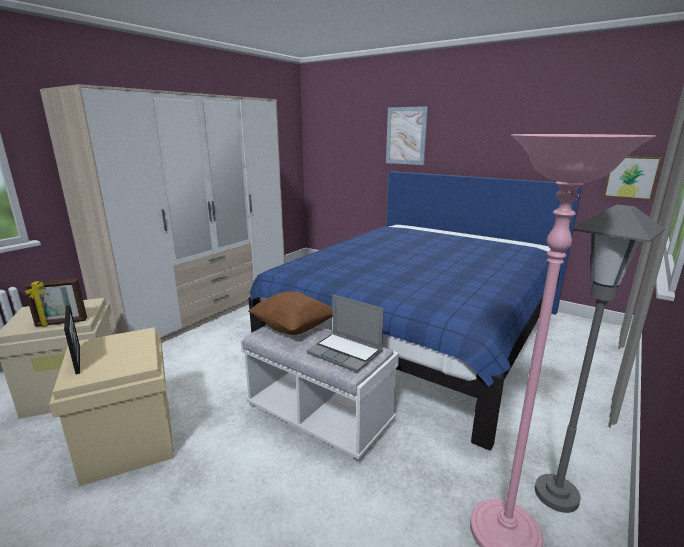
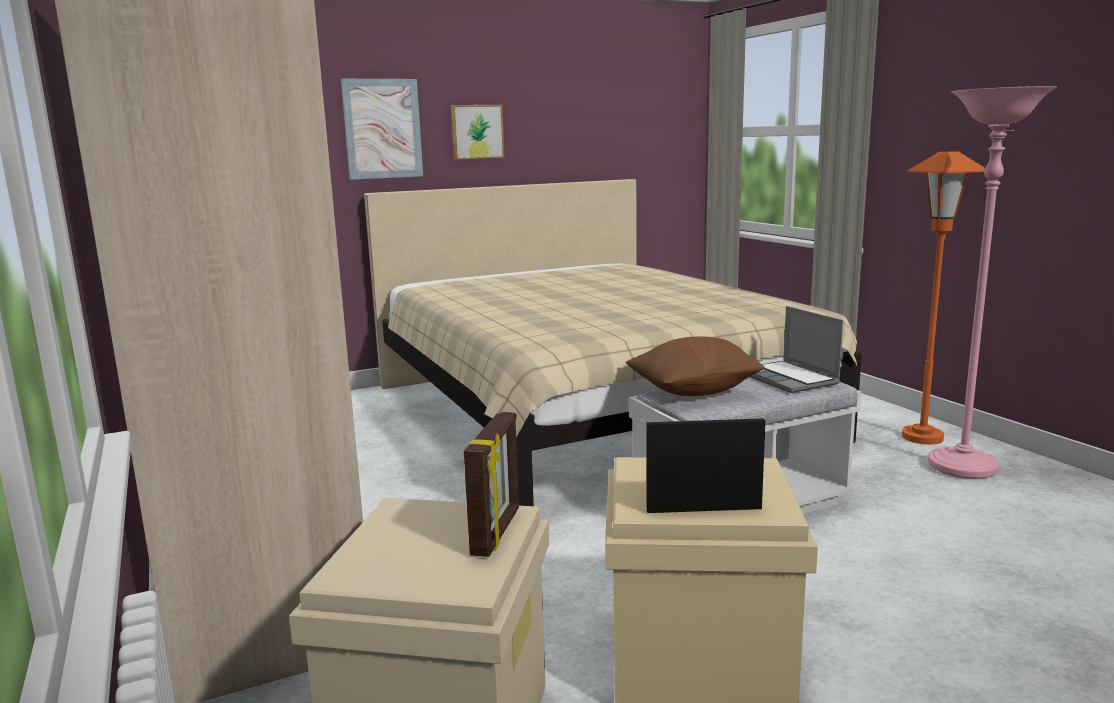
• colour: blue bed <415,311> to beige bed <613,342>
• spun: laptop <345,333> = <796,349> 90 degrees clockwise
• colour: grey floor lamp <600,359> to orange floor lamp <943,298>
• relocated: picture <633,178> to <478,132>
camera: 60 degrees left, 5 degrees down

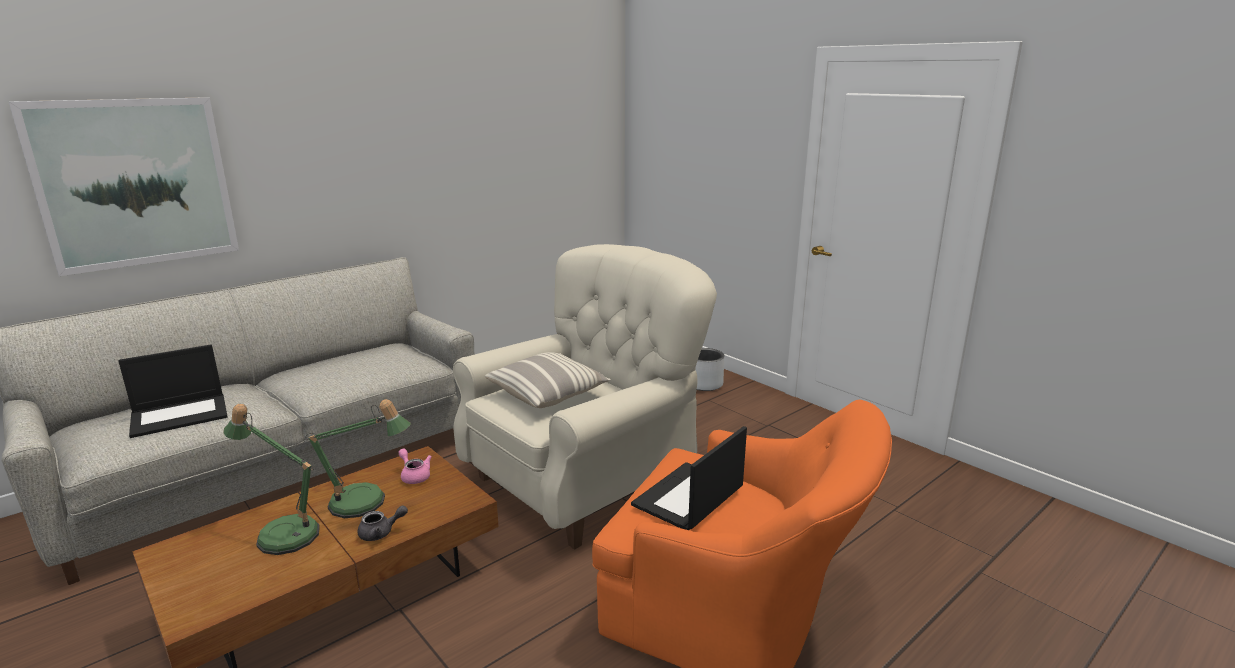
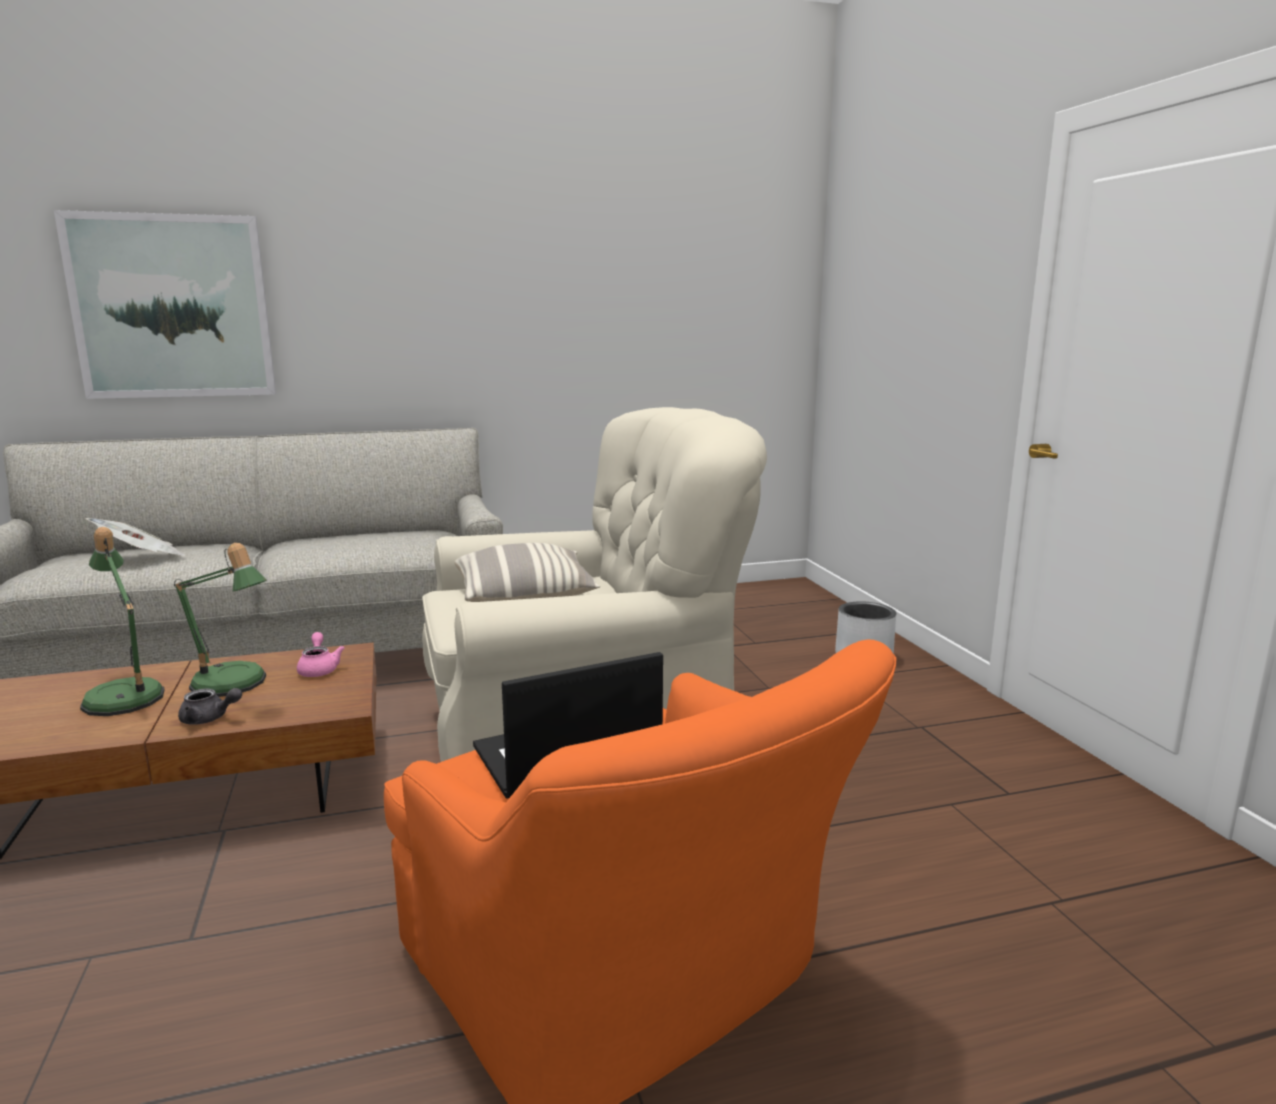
• exchanged: laptop <173,391> to newspaper <136,537>
camera: 25 degrees right, 5 degrees down

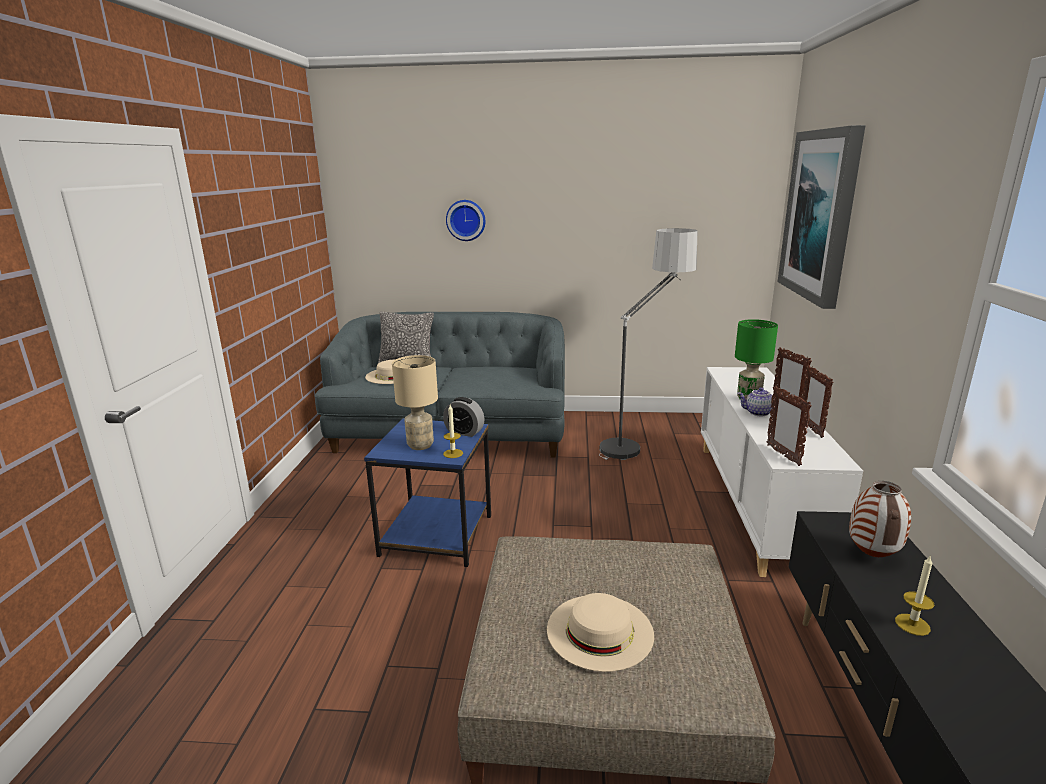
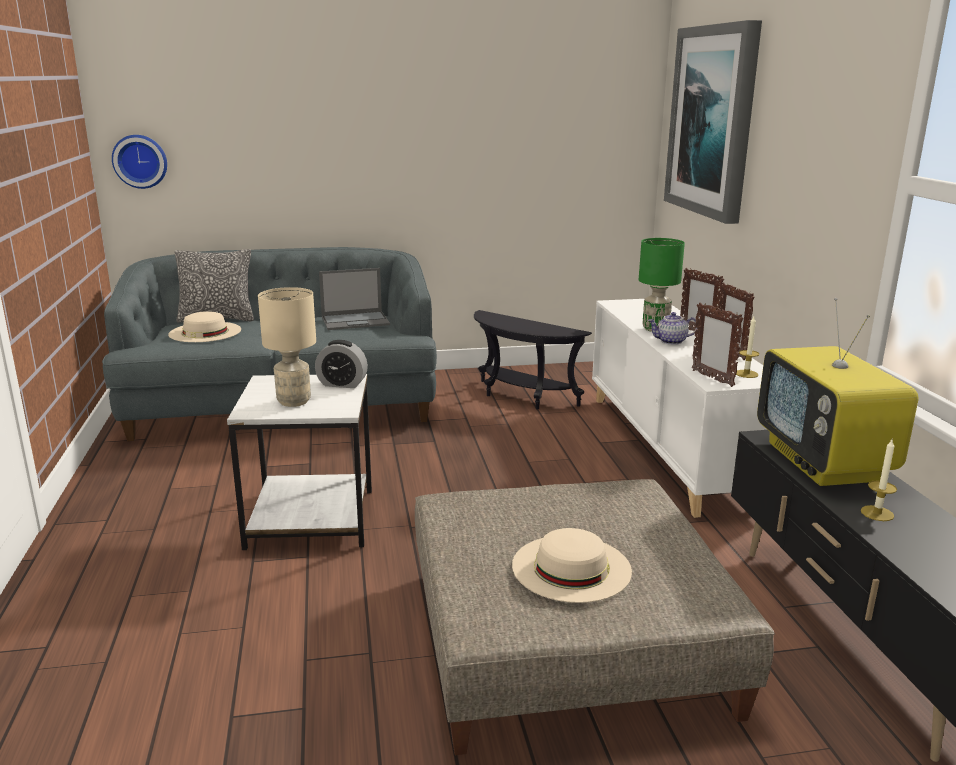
• colour: blue side table <427,492> to white side table <299,462>
• relocated: candle <453,431> to <747,347>
• relocated: wall clock <465,220> to <139,162>
• exchanged: floor lamp <648,344> to black side table <533,359>
• exchanged: vase <880,519> to television <838,392>
• appeared: laptop <354,299>
camera: 15 degrees left, 0 degrees up

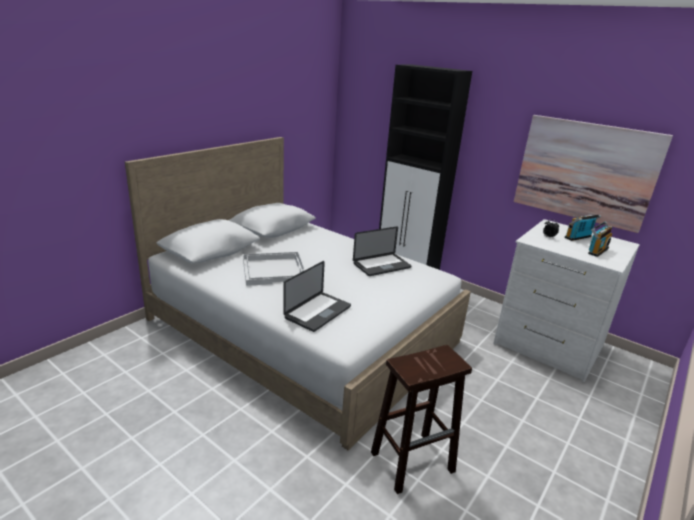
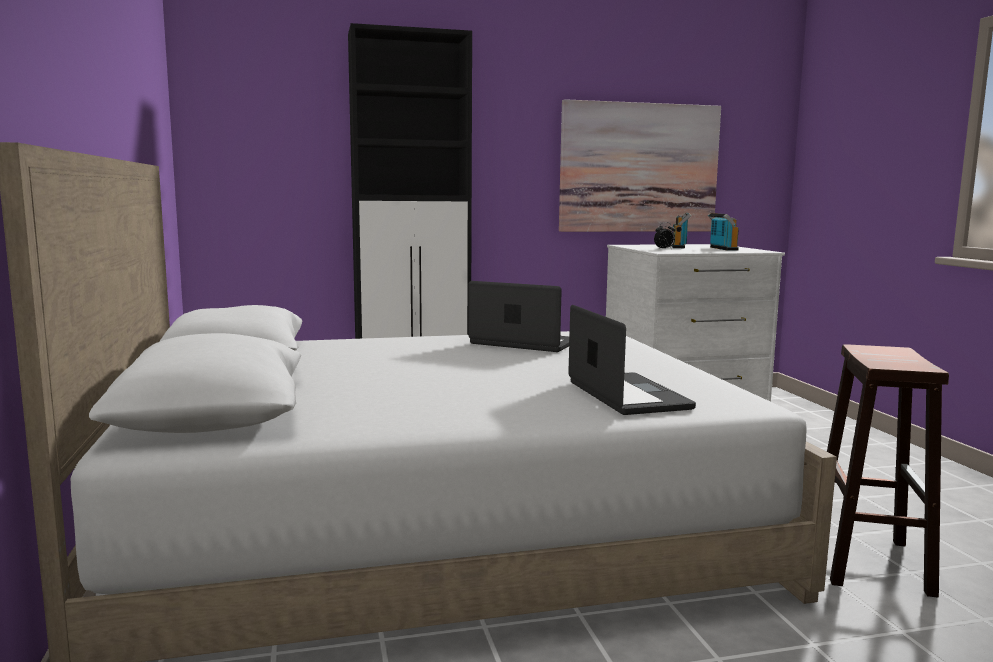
• missing: white tray <274,269>
• spun: laptop <382,251> = <518,316> 75 degrees counterclockwise
camera: 50 degrees left, 15 degrees down

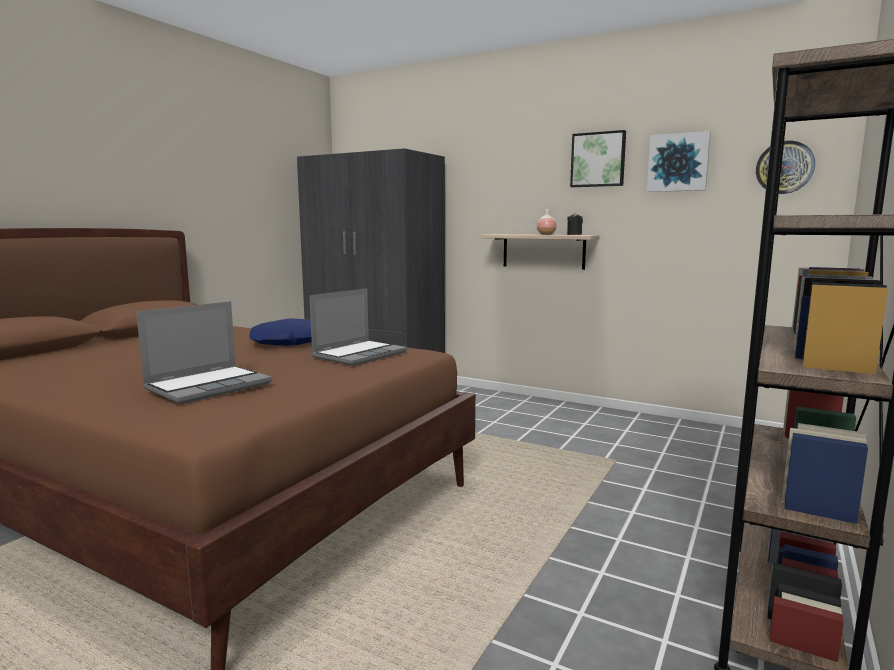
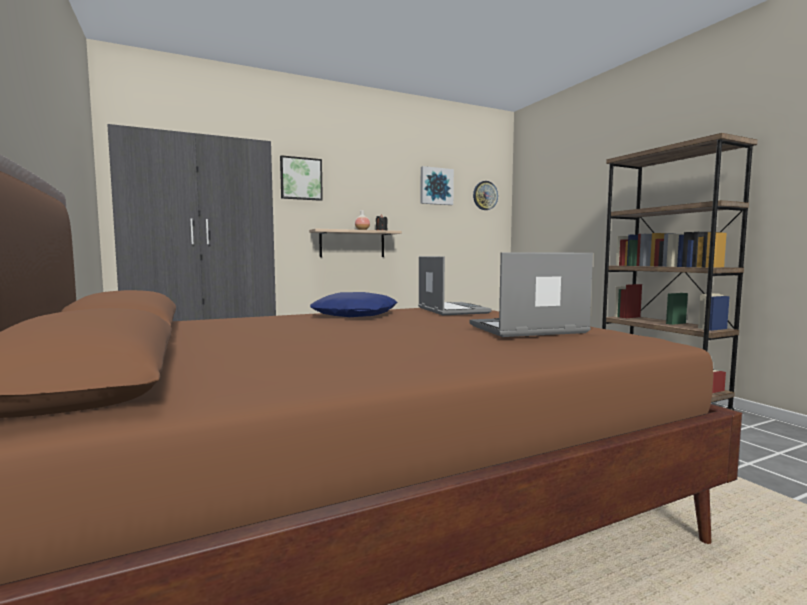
• spun: laptop <204,352> = <531,294> 90 degrees counterclockwise
• relocated: picture <598,158> to <301,178>
camera: 55 degrees left, 5 degrees down

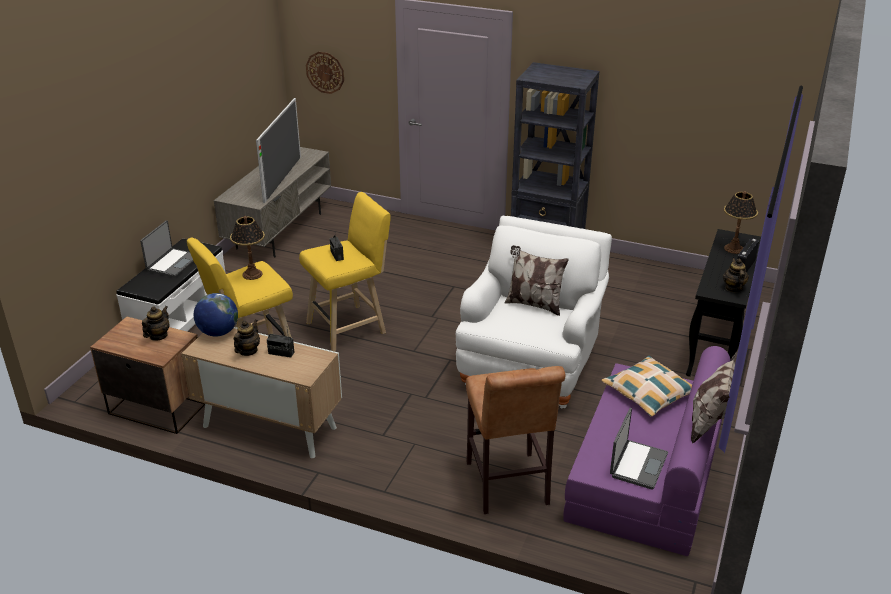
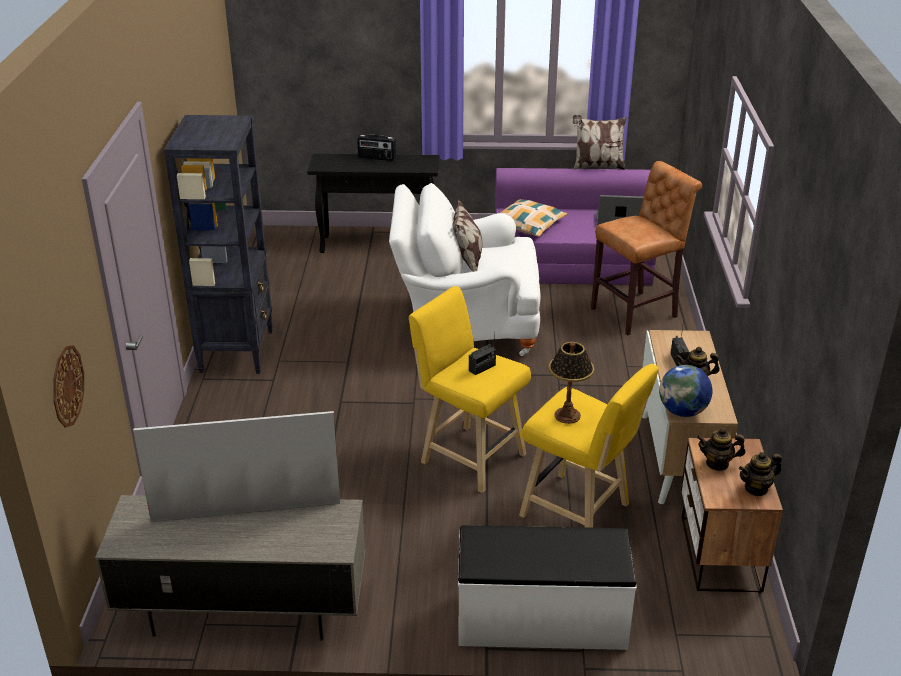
• missing: laptop <167,249>
• relocated: teapot <736,275> to <760,474>
• missing: table lamp <741,222>
camera: 110 degrees left, 0 degrees up

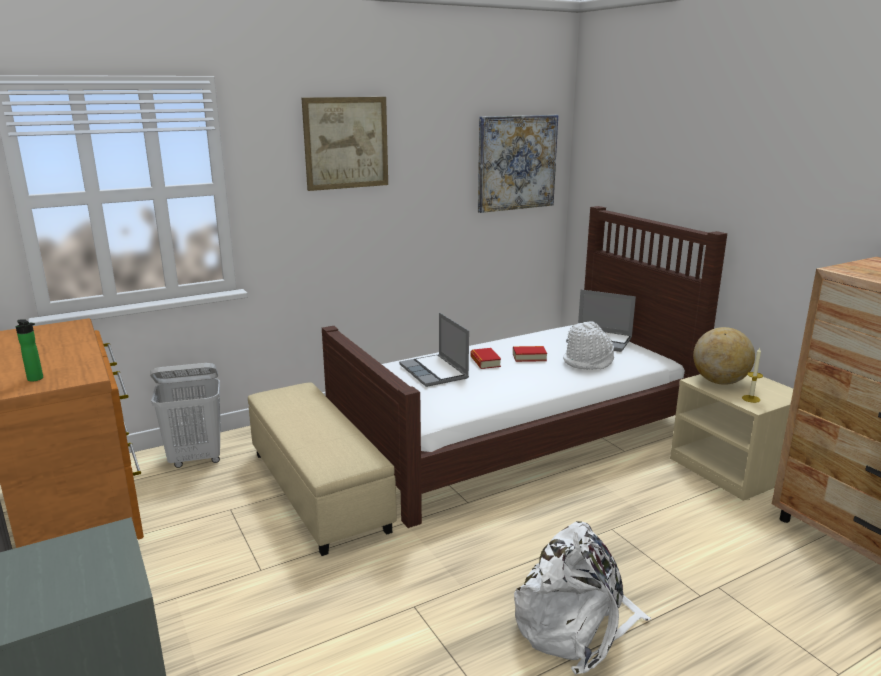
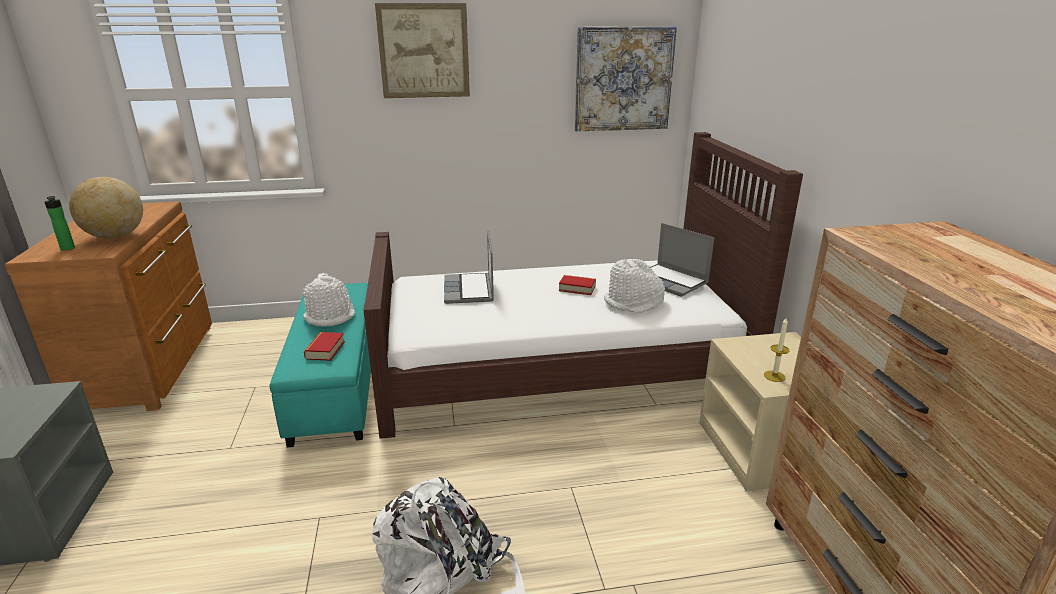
• missing: white laundry basket <185,415>
• colour: beige ottoman <322,469> to turquoise ottoman <320,365>
• relocated: book <485,358> to <324,346>
• relocated: globe <724,356> to <106,208>
• appeared: white hat <329,300>
camera: 20 degrees right, 5 degrees up

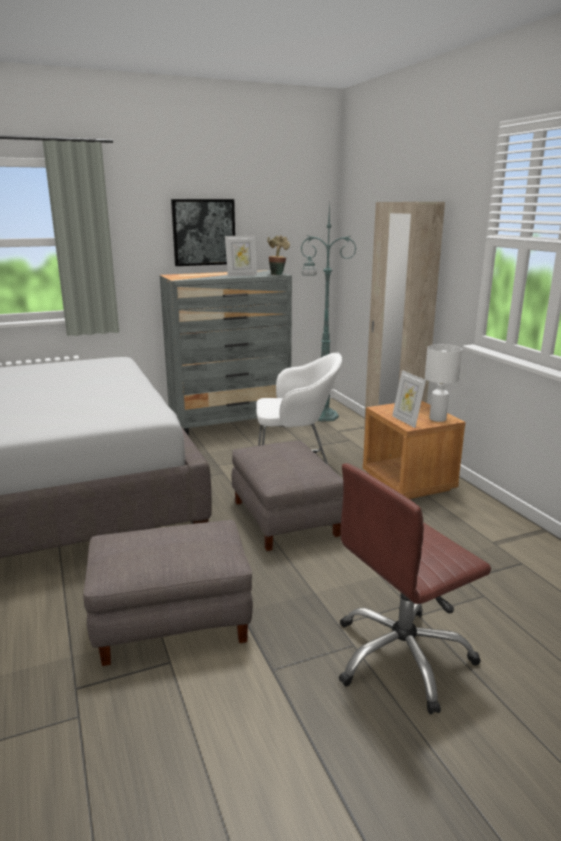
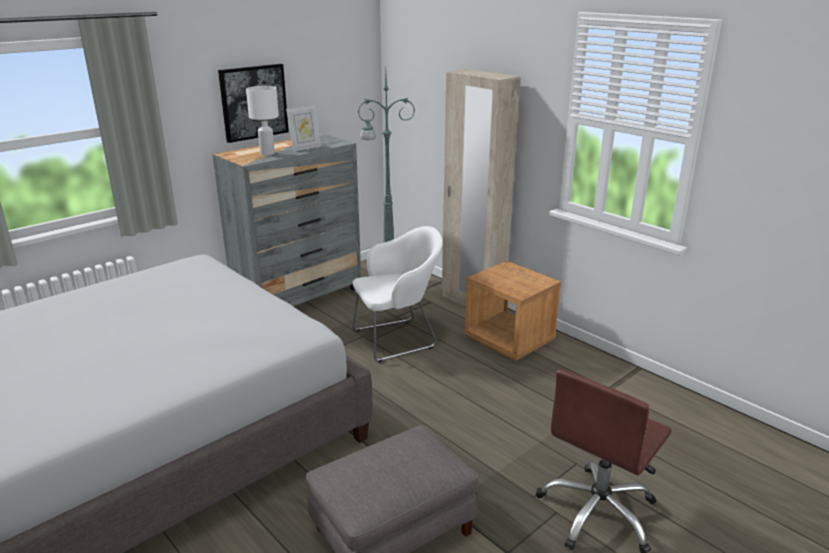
• missing: grey ottoman <287,496>
• missing: potted plant <278,255>
• missing: picture frame <409,399>
• relocated: white table lamp <443,383> to <262,121>
camera: 20 degrees left, 5 degrees up

